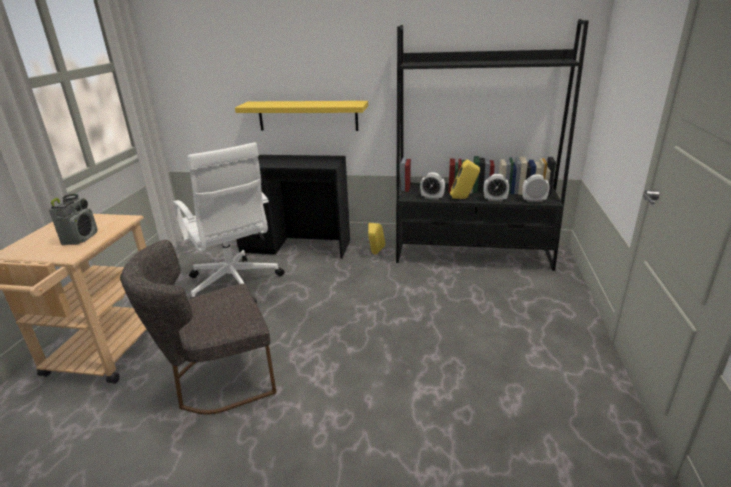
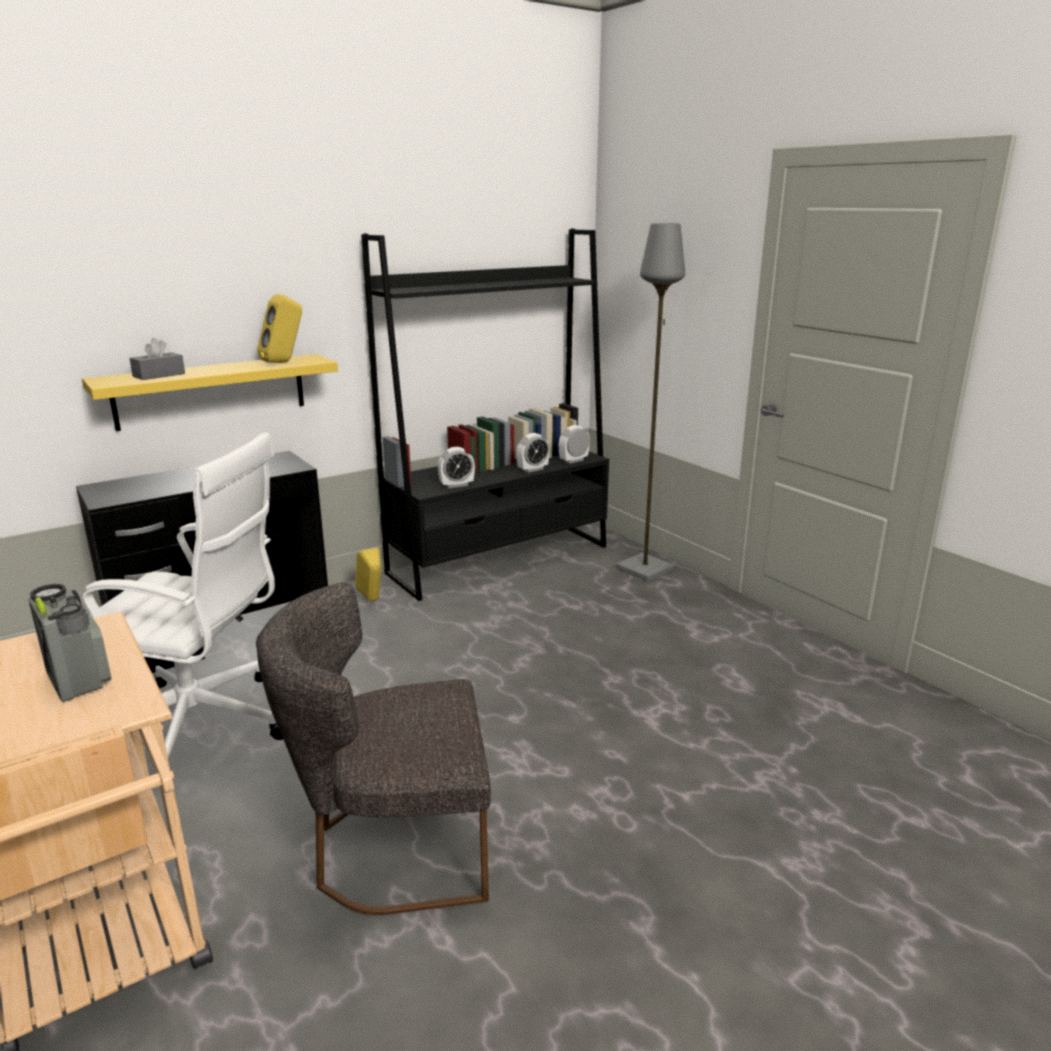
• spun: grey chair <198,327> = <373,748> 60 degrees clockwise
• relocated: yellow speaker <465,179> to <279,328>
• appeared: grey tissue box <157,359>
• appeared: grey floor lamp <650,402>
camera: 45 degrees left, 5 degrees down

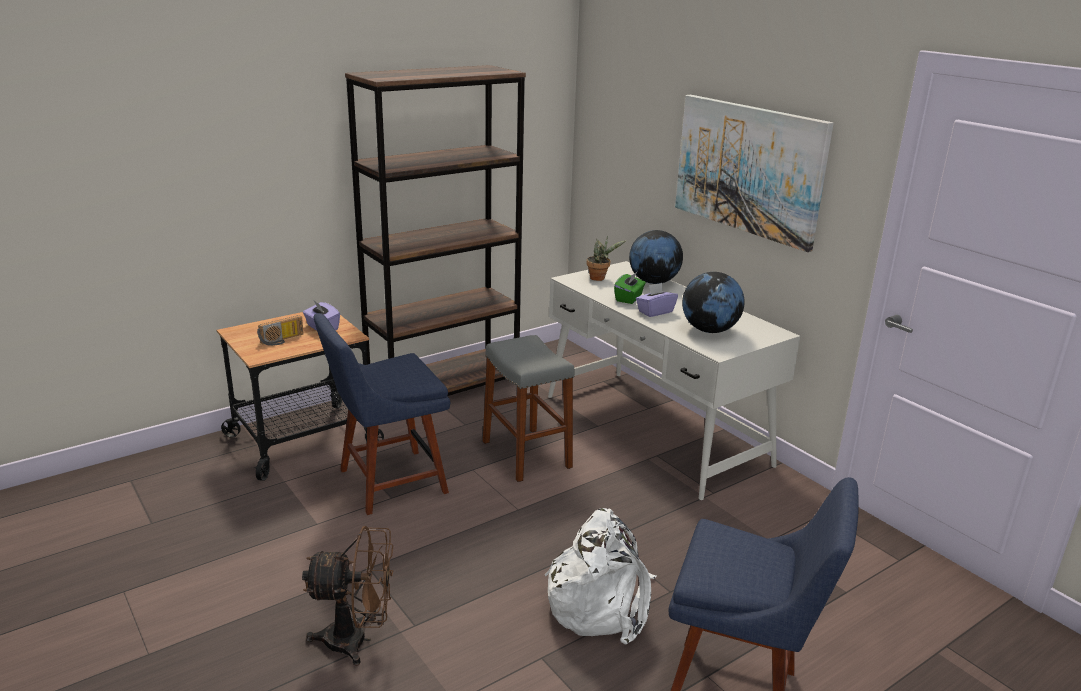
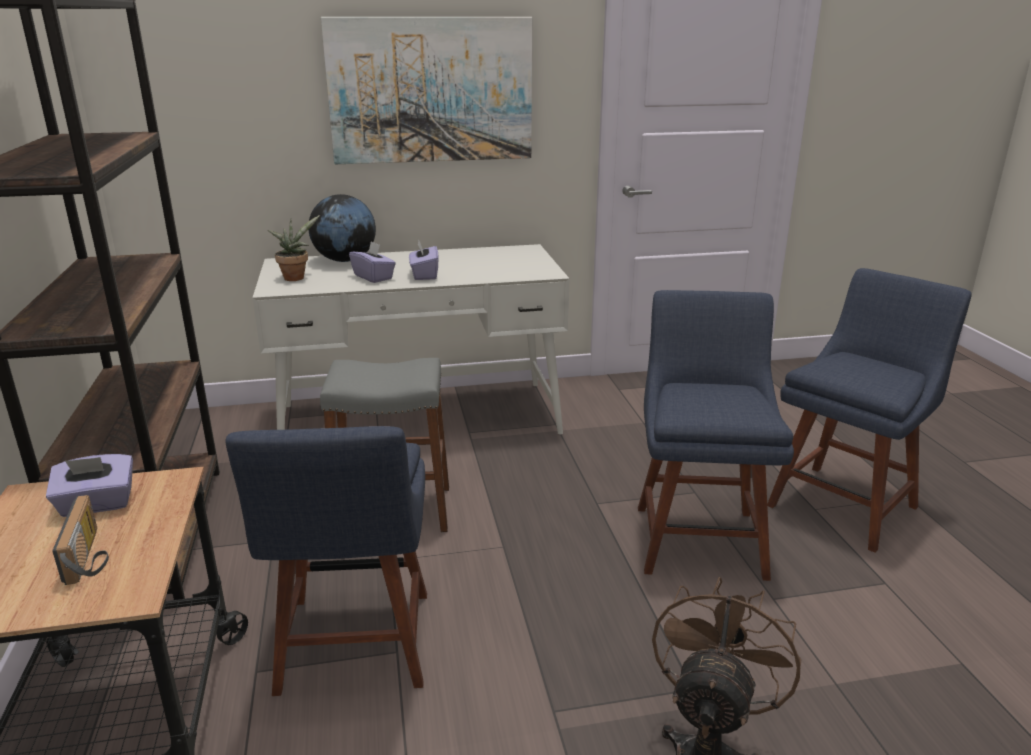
• exchanged: white backpack <600,576> to blue chair <716,435>
• colour: green tissue box <630,287> to purple tissue box <372,262>
• missing: globe <713,302>
camera: 65 degrees left, 0 degrees up

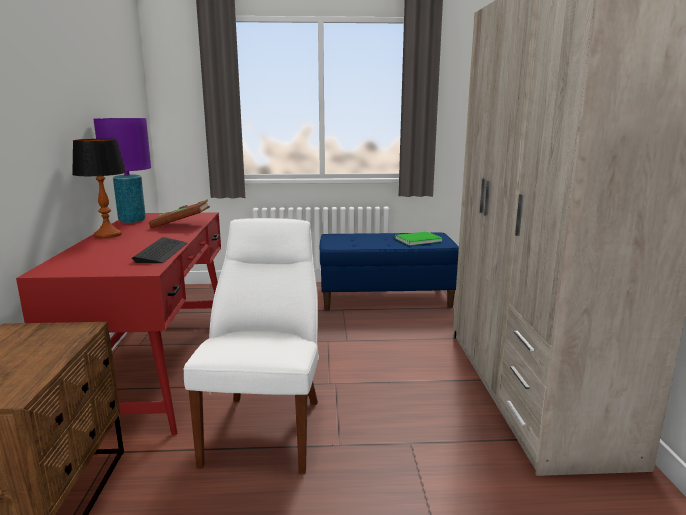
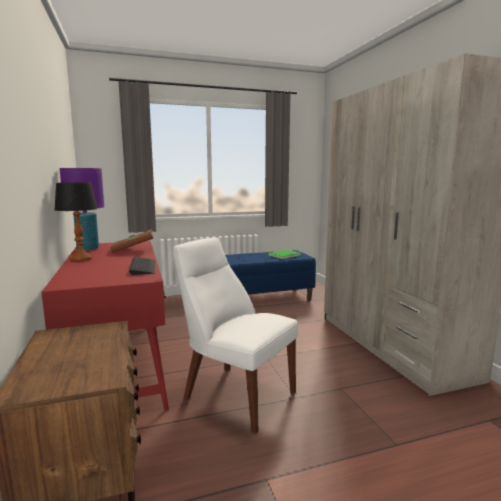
• spun: white chair <251,346> = <235,335> 45 degrees counterclockwise
camera: 15 degrees left, 5 degrees down

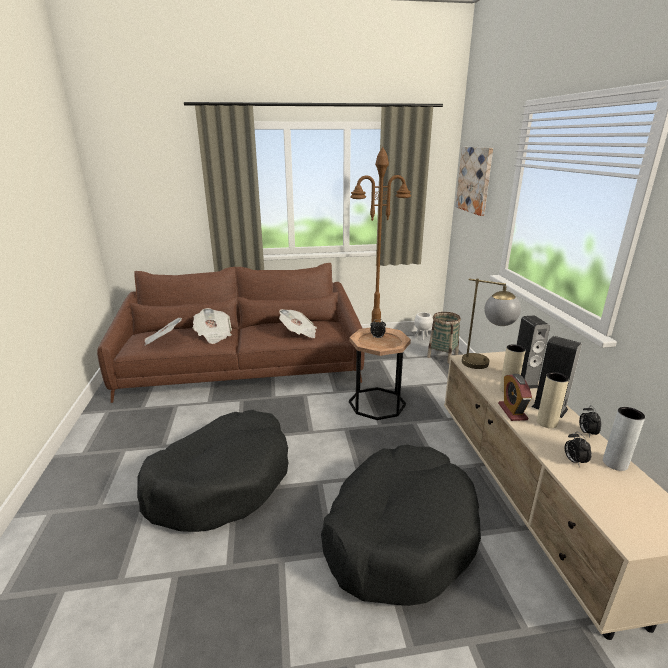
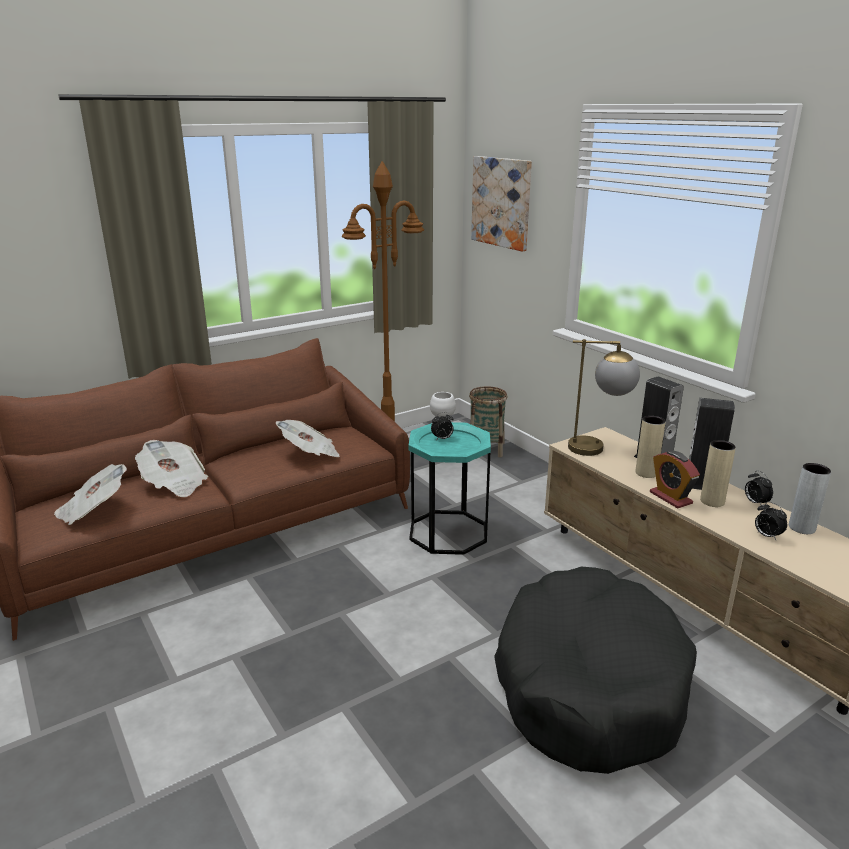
• missing: black dog bed <212,471>
• colour: brown side table <380,373> to turquoise side table <450,488>
camera: 25 degrees left, 0 degrees up

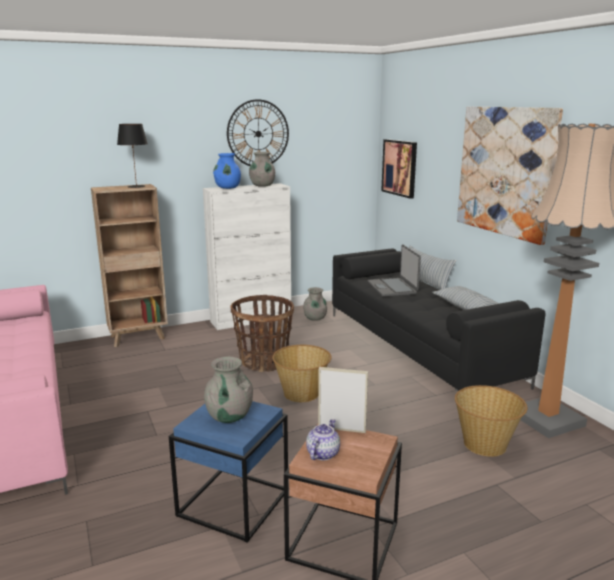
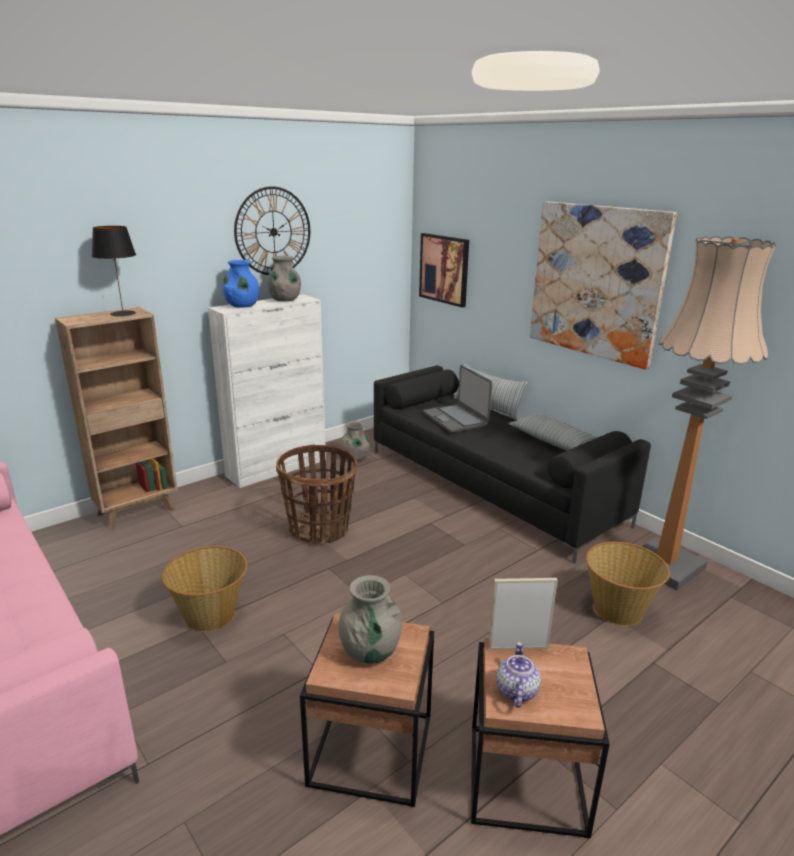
• colour: blue side table <228,472> to brown side table <367,710>
• relocated: basket <302,373> to <205,589>
camera: 15 degrees left, 5 degrees up

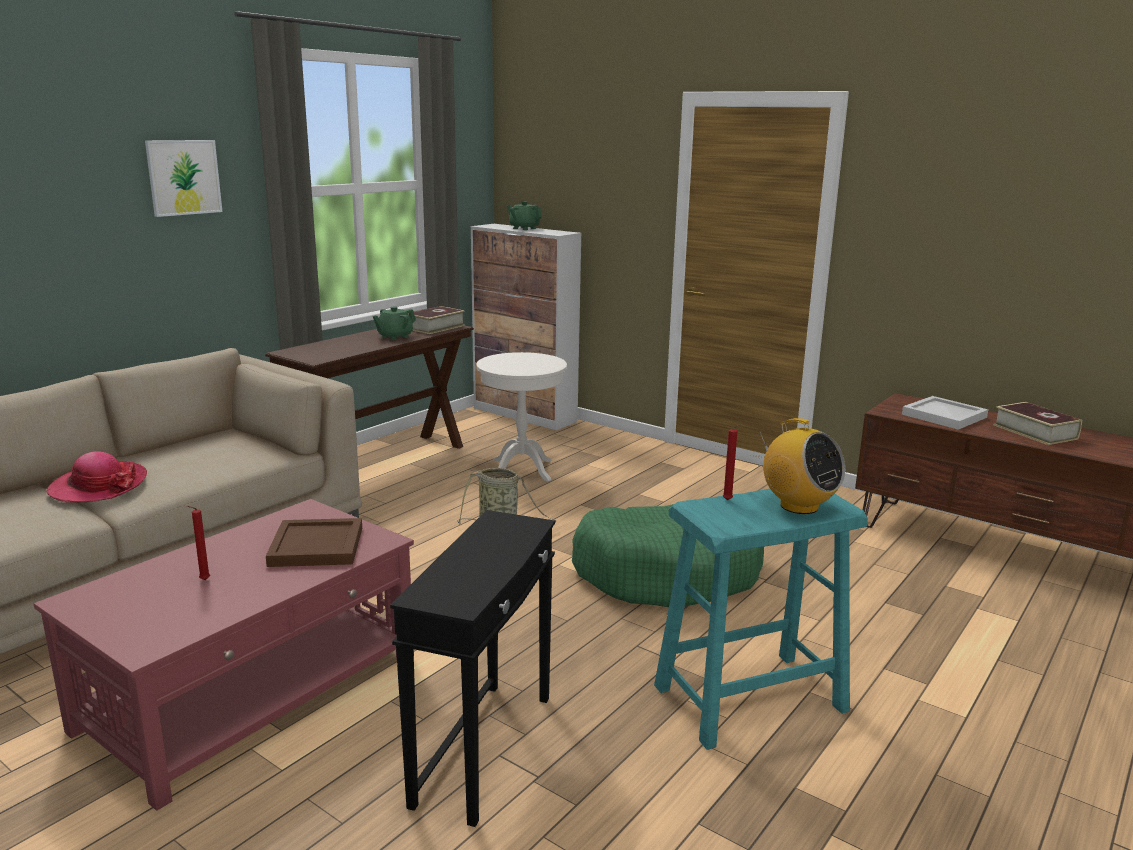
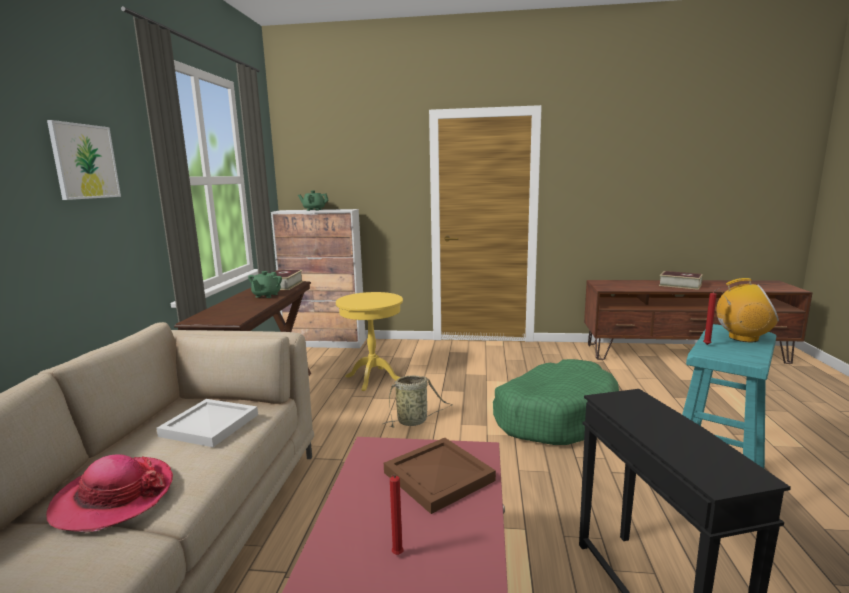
• colour: white side table <522,416> to yellow side table <369,341>
• relocated: white tray <945,413> to <207,423>
camera: 30 degrees left, 5 degrees down

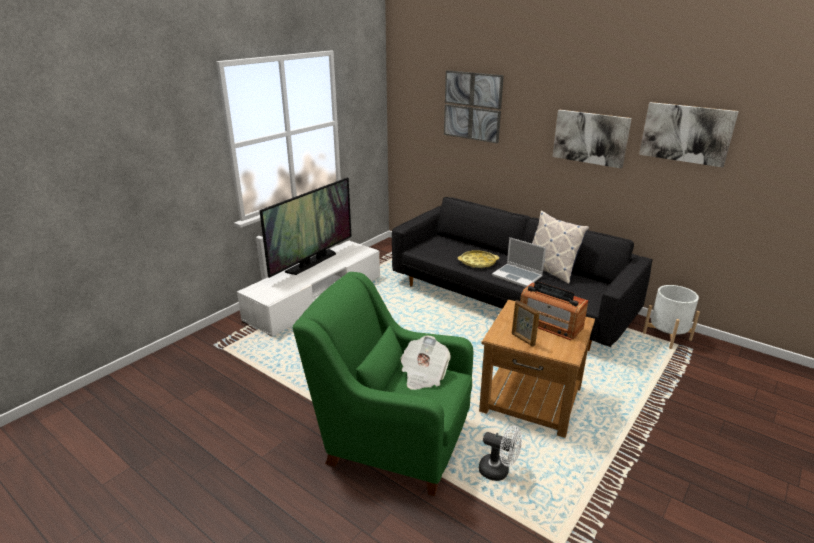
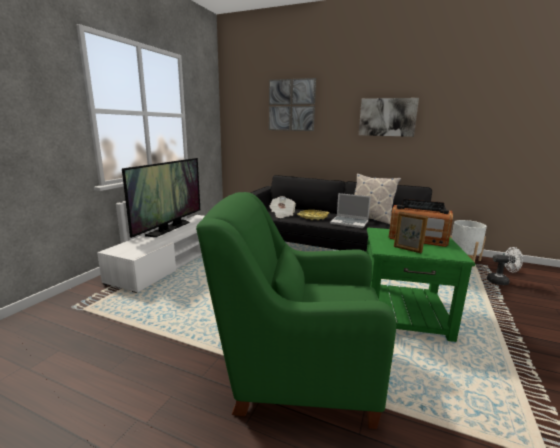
• relocated: newspaper <425,363> to <282,207>
• colour: brown side table <537,369> to green side table <421,285>
• relocated: white fan <500,453> to <505,266>
• missing: picture <689,134>
camera: 15 degrees left, 10 degrees down

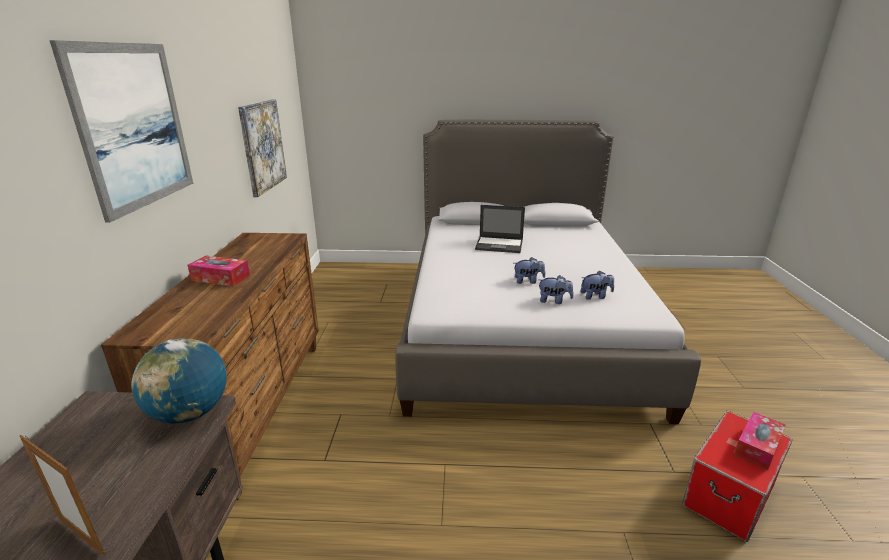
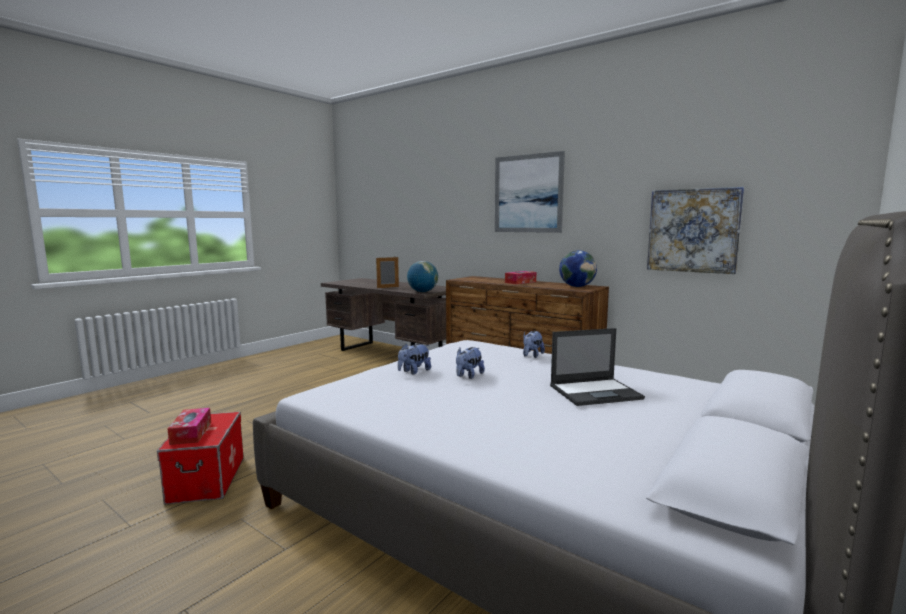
• spun: laptop <500,229> = <597,367> 150 degrees counterclockwise
• relocated: plush toy <597,285> to <534,344>
• appeared: globe <578,268>
camera: 125 degrees right, 15 degrees down

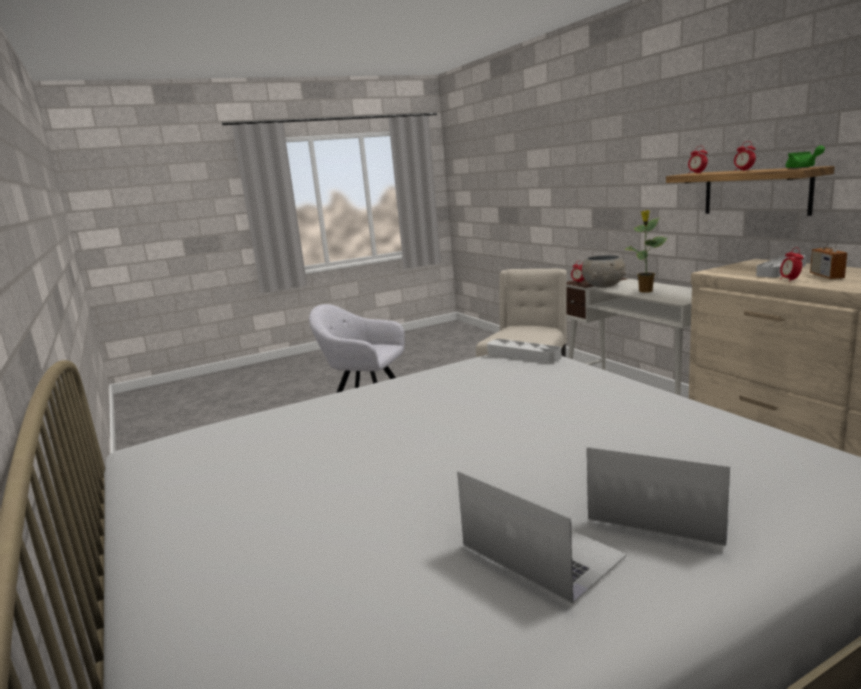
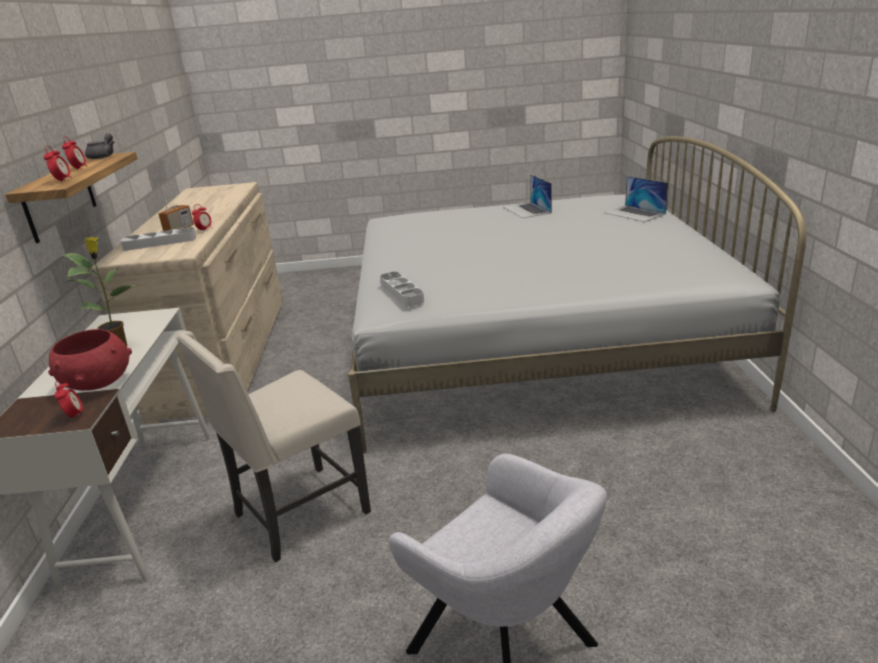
• colour: grey bowl <604,271> to red bowl <90,360>
• relocated: laptop <659,496> to <636,199>
• colour: green teapot <805,157> to grey teapot <99,146>
camera: 155 degrees left, 10 degrees up

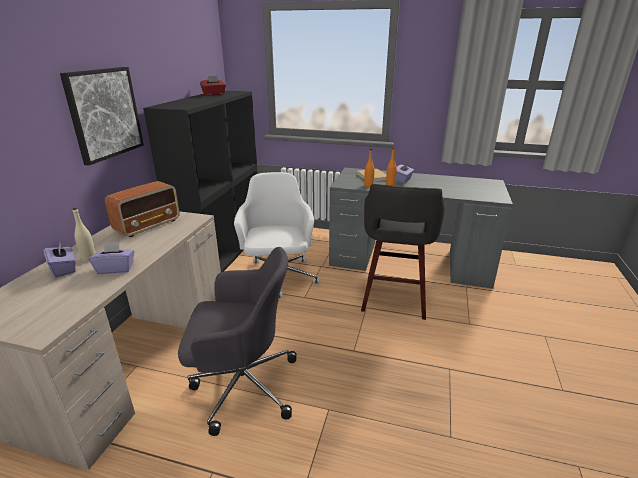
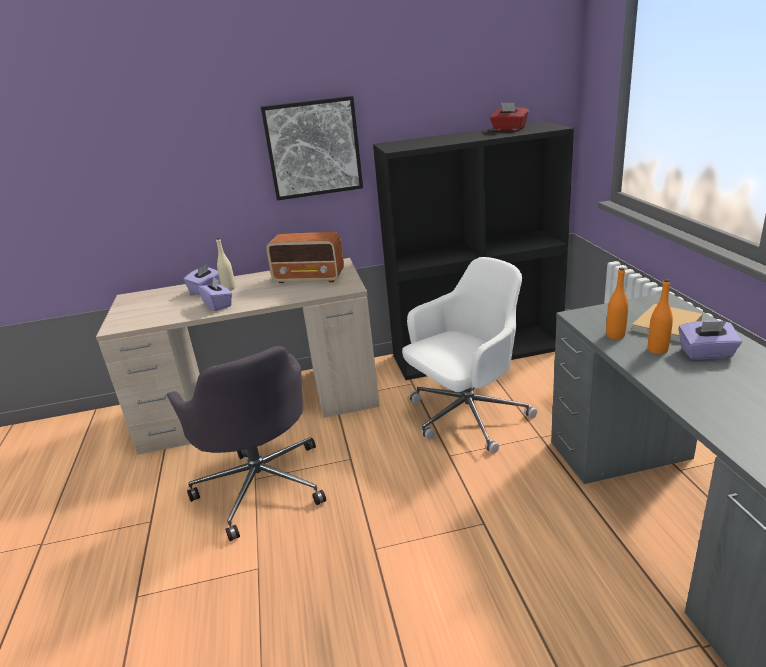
• missing: grey stool <403,252>
camera: 65 degrees right, 0 degrees up

